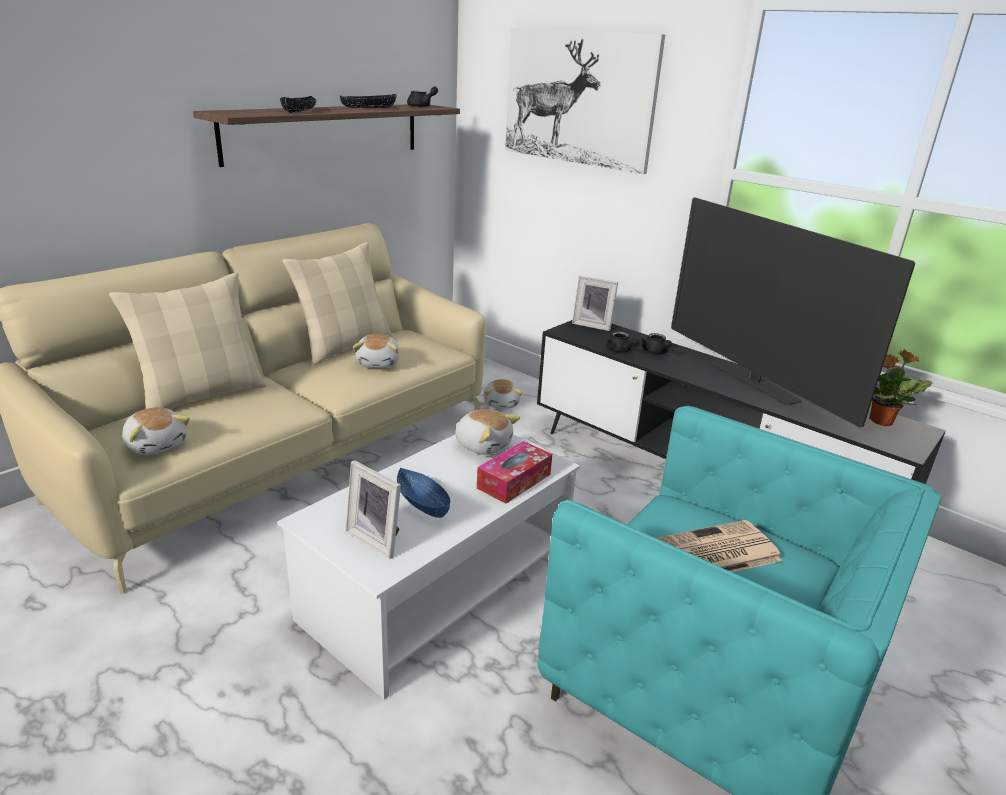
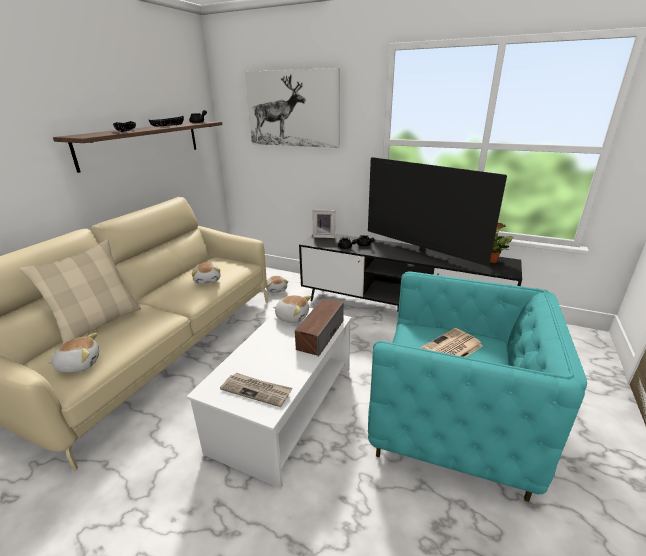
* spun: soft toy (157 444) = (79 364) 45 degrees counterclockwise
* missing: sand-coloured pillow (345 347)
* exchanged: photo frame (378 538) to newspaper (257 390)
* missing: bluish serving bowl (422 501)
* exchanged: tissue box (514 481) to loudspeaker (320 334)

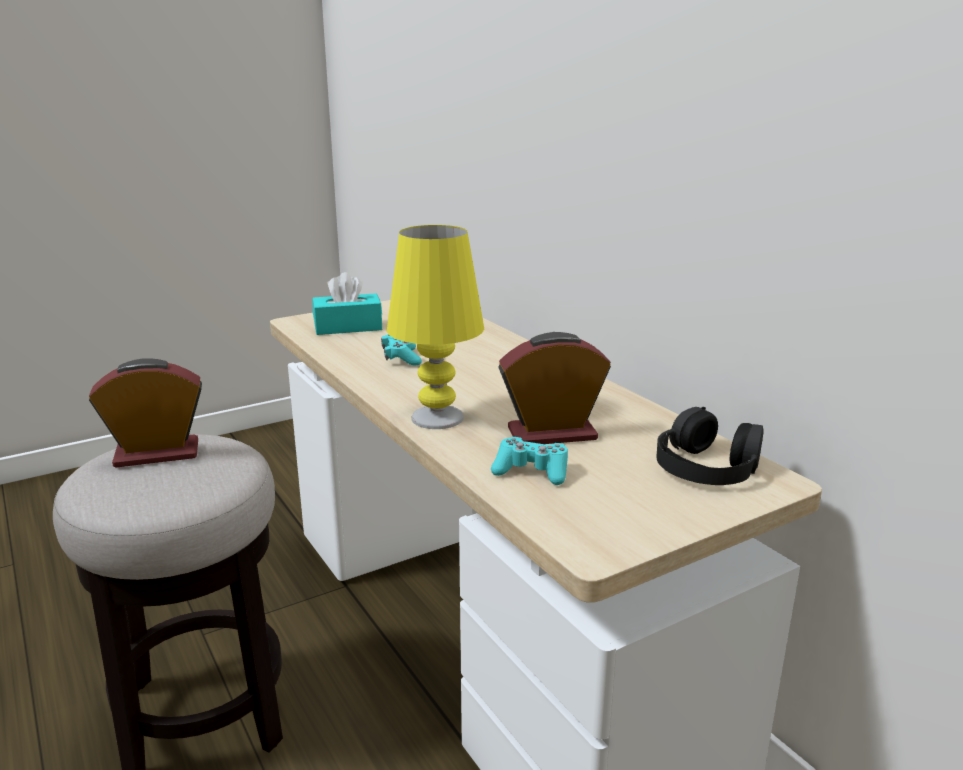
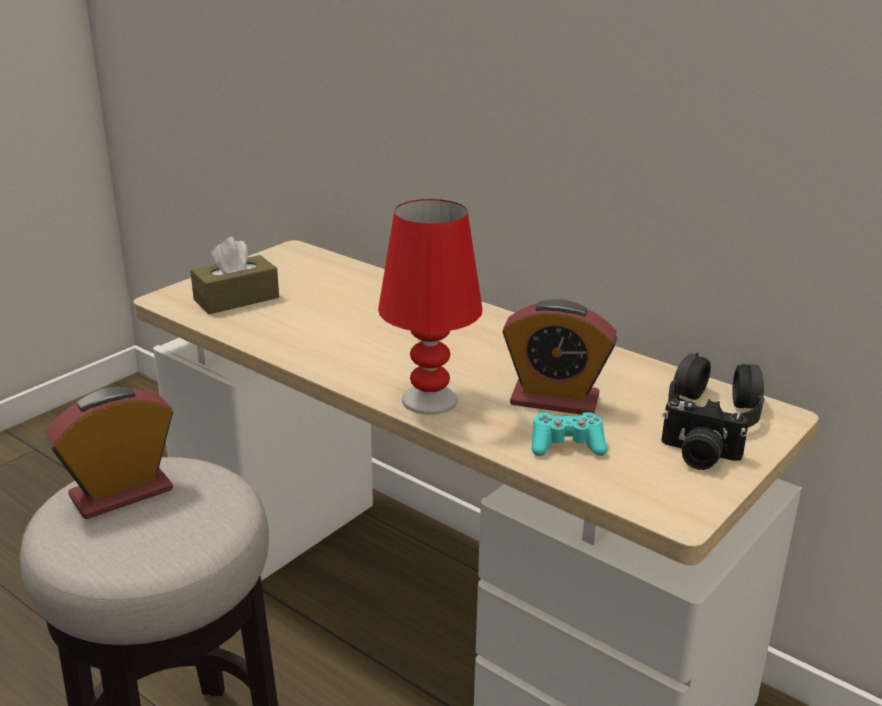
* colour: turquoise tissue box (348 327) to brownish tissue box (236 299)
* missing: turquoise gamepad (401 358)
* colour: yellow lamp for a table (437 418) to red lamp for a table (430 400)
* spun: bedside clock (552 434) = (554 400) 135 degrees counterclockwise
* appeared: photo camera (698 456)

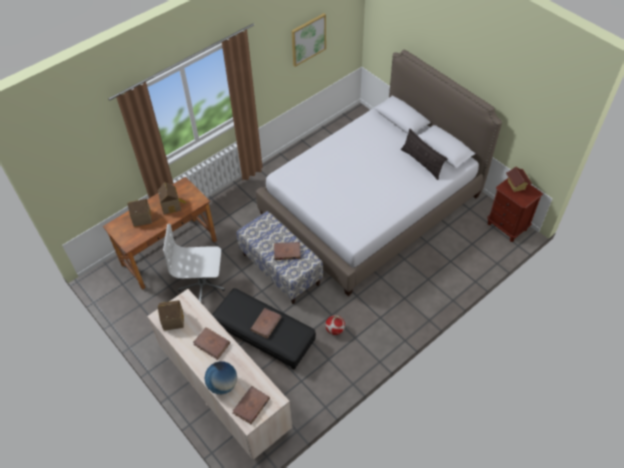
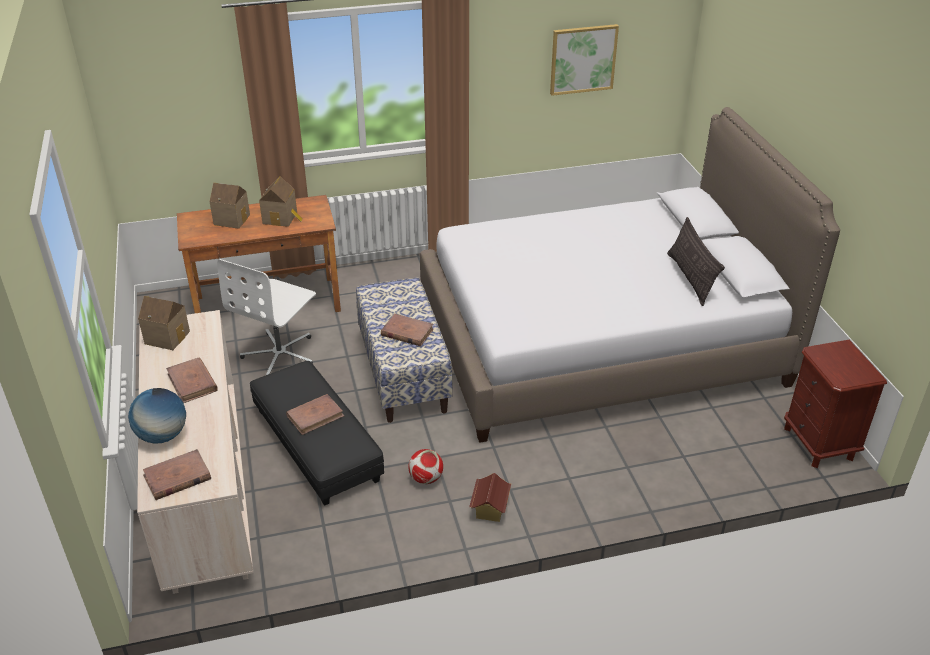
* spun: whitish office chair (202 285) = (280 354) 90 degrees counterclockwise
* relocated: toy house (516 185) to (490 509)

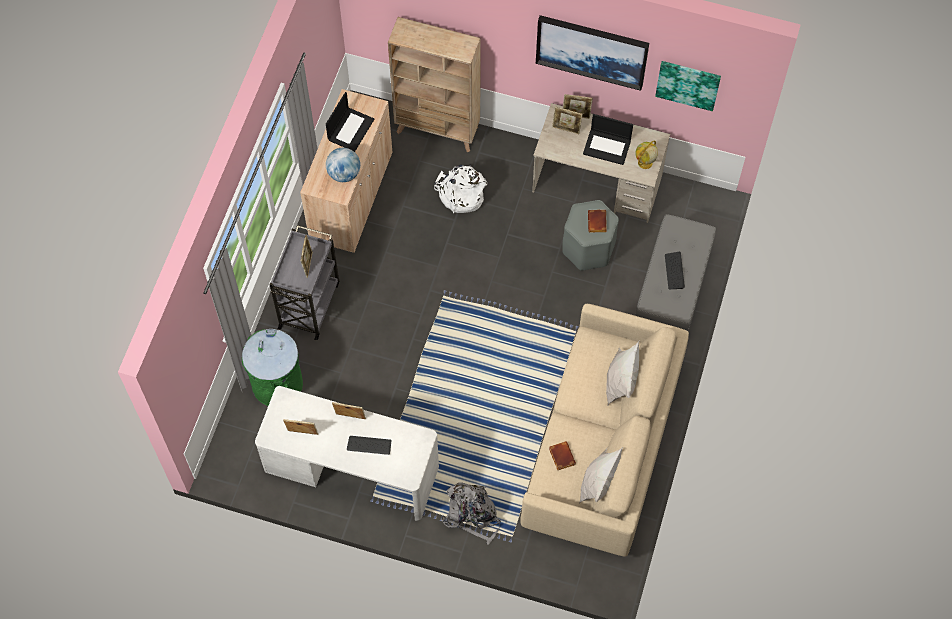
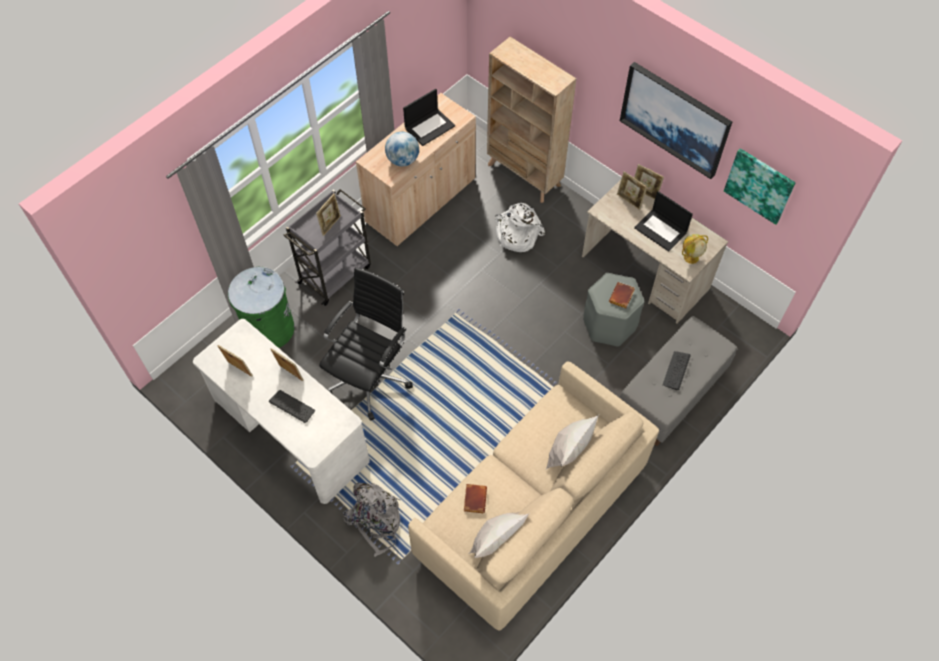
* appeared: black office chair (370 377)

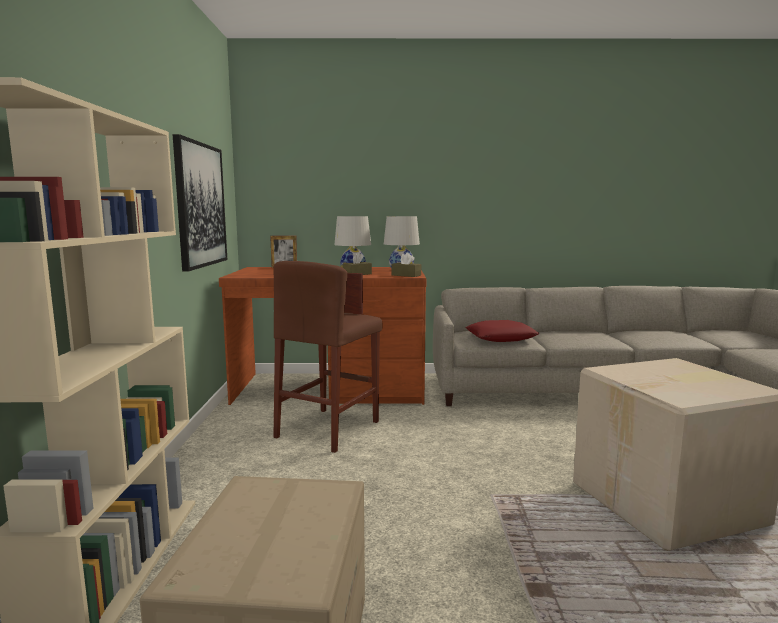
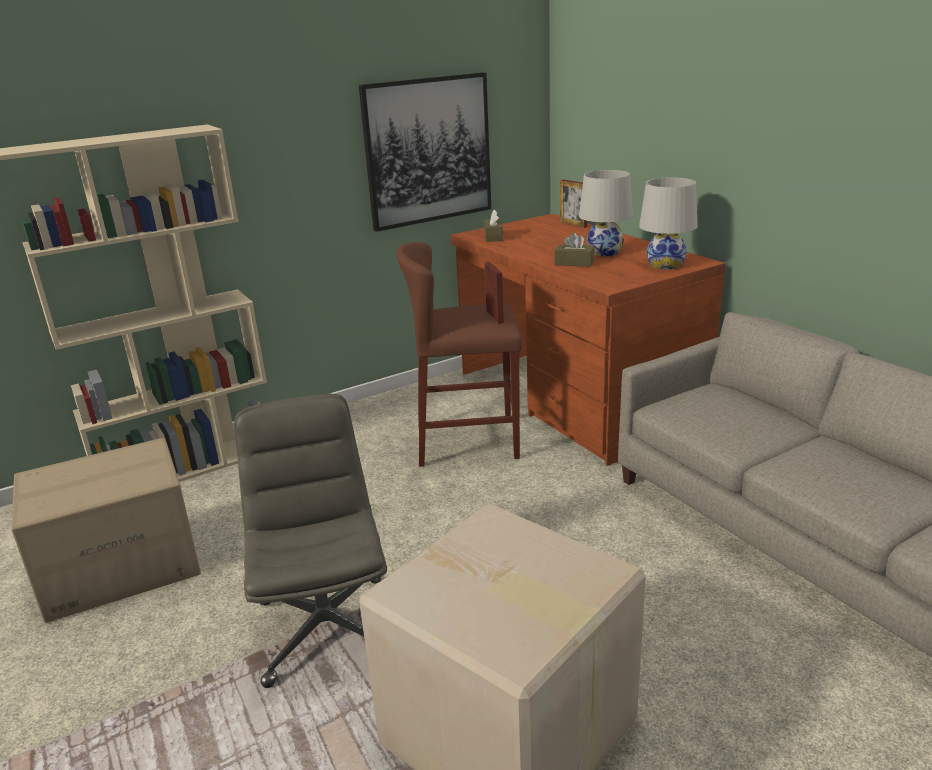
* relocated: brownish tissue box (406 275) to (494 237)
* missing: red pillow (501 337)
* appeared: gray office chair (325 628)

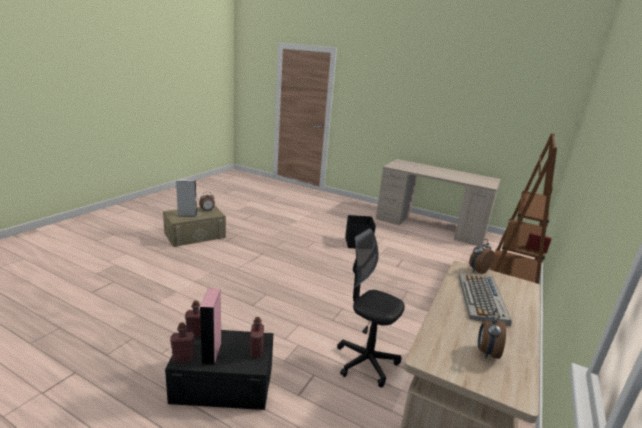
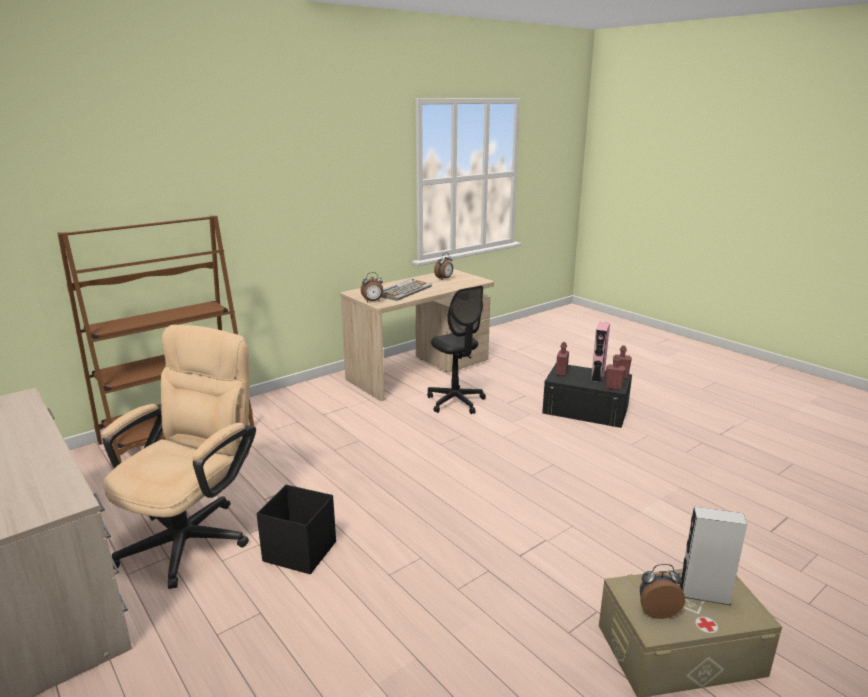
* appeared: sand-coloured office chair (194 534)

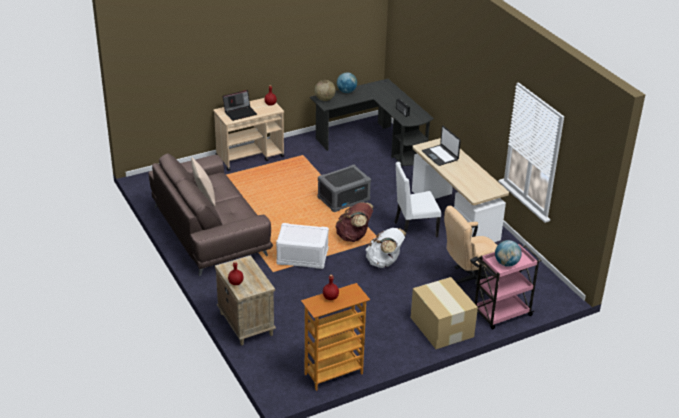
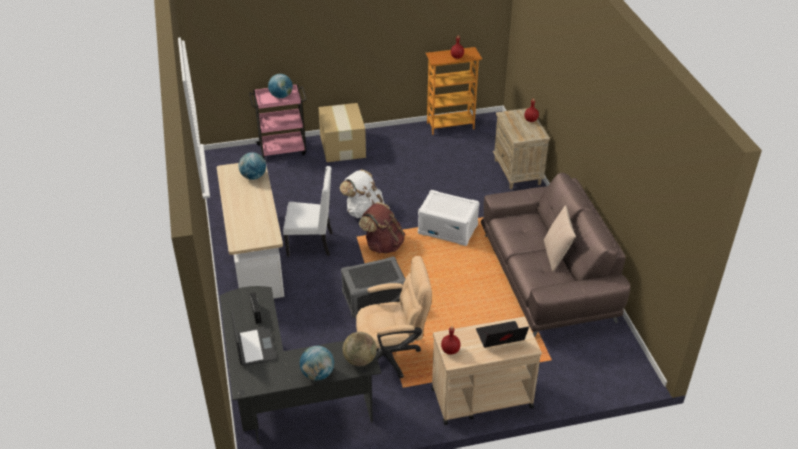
* relocated: laptop (440 155) to (254 347)
* relocated: sand-coloured office chair (470 282) to (392 354)
* appeared: world globe (253 176)

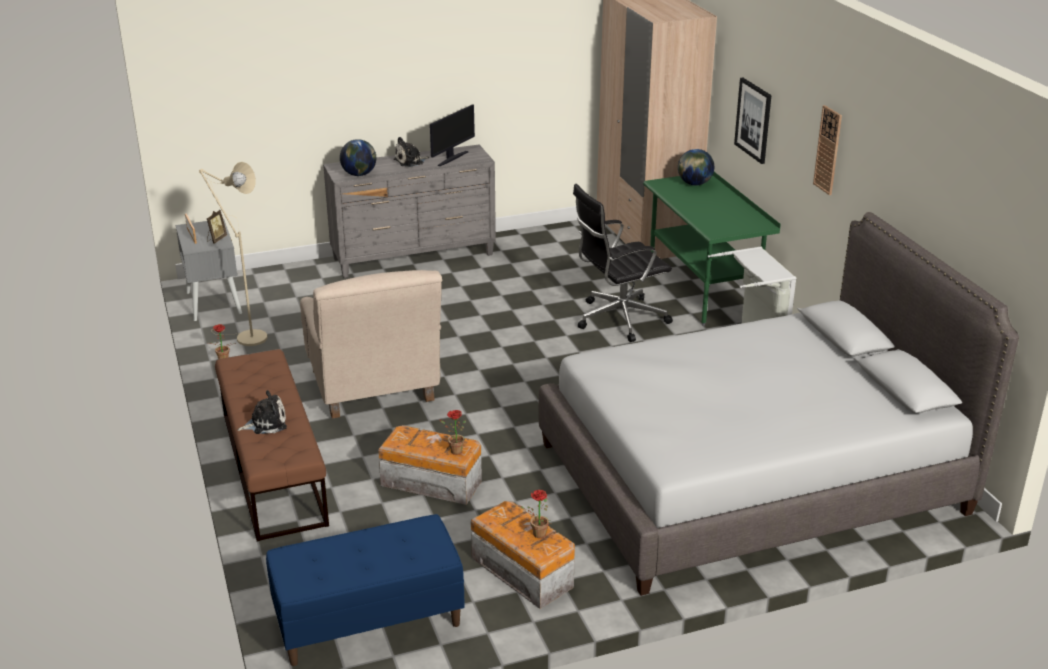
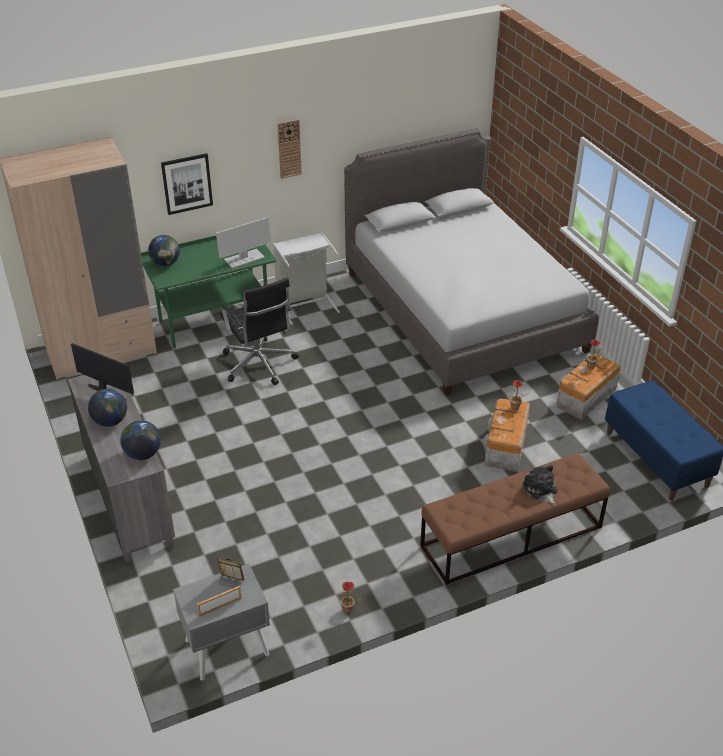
* missing: sand-coloured standing lamp (246 337)
* missing: sand-coloured easy chair (374 390)
* exchanged: soft toy (410 161) to world globe (110 421)
* appeared: computer screen (244 259)

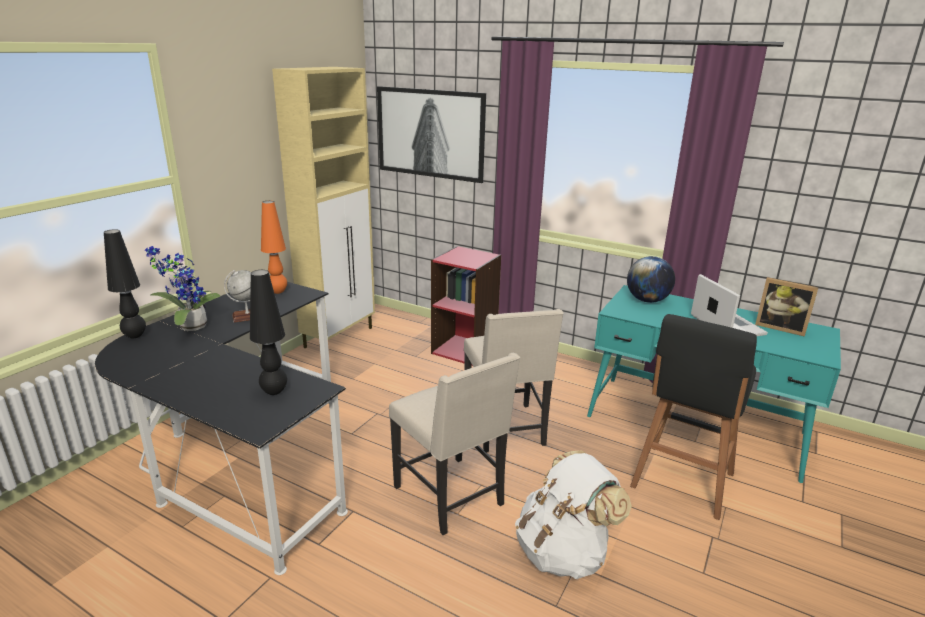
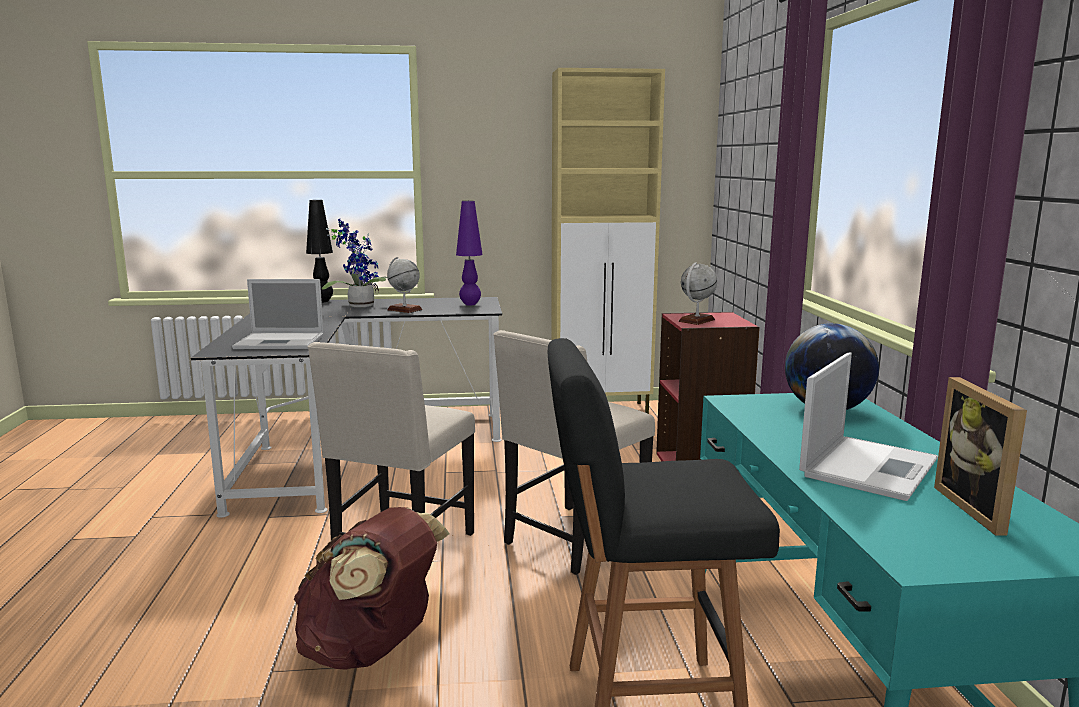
* exchanged: black lamp for a table (274 391) to laptop (281 342)
* colour: orange lamp for a table (278 292) to purple lamp for a table (470 304)
* missing: picture (431 133)
* colour: whitish backpack (563 552) to brownish backpack (371 650)
* appeared: world globe (696 320)

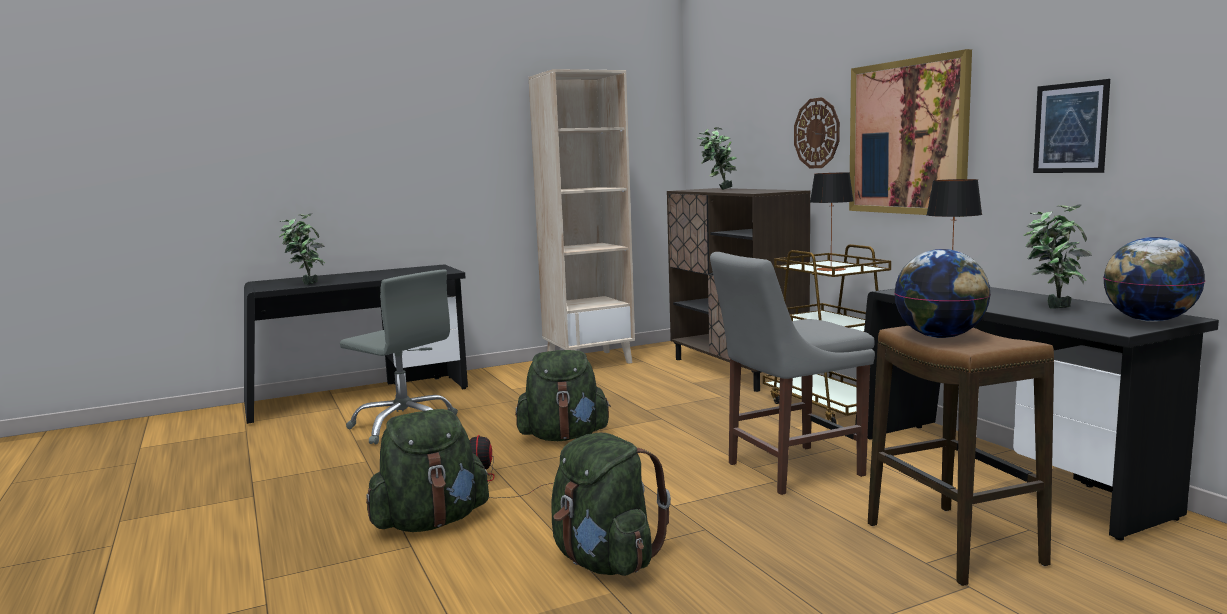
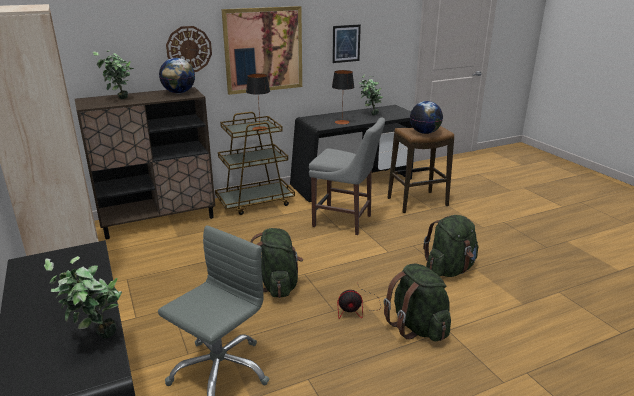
* spun: gray plain chair (788 470) = (345 221) 45 degrees counterclockwise
* relocated: world globe (1148 320) to (179 93)

